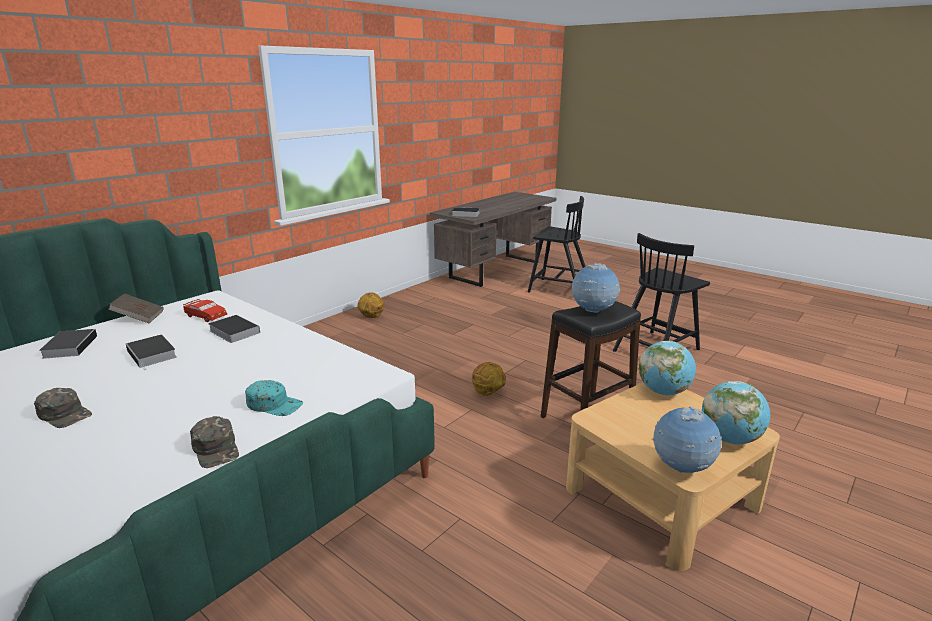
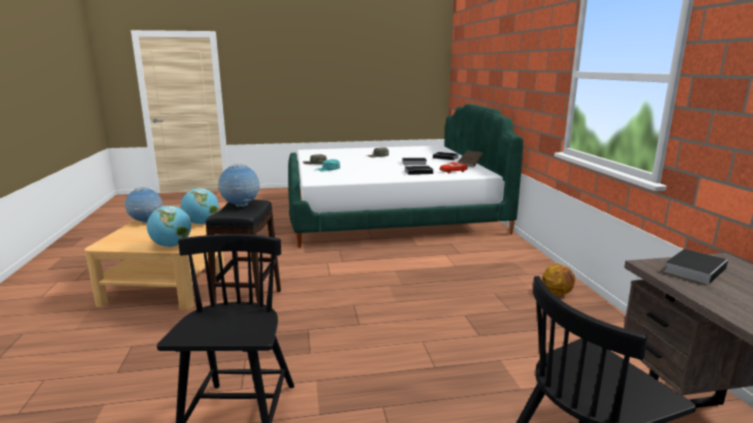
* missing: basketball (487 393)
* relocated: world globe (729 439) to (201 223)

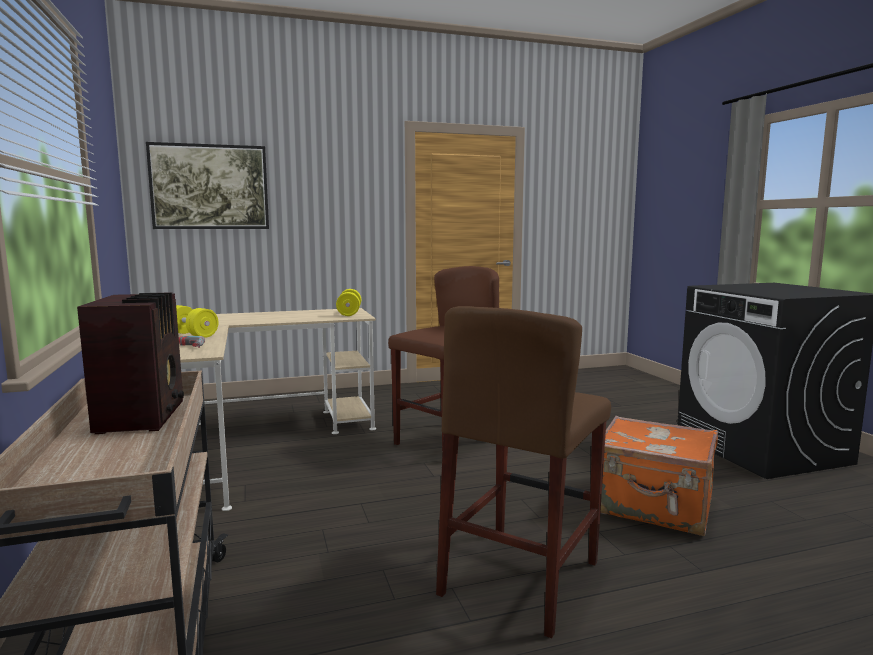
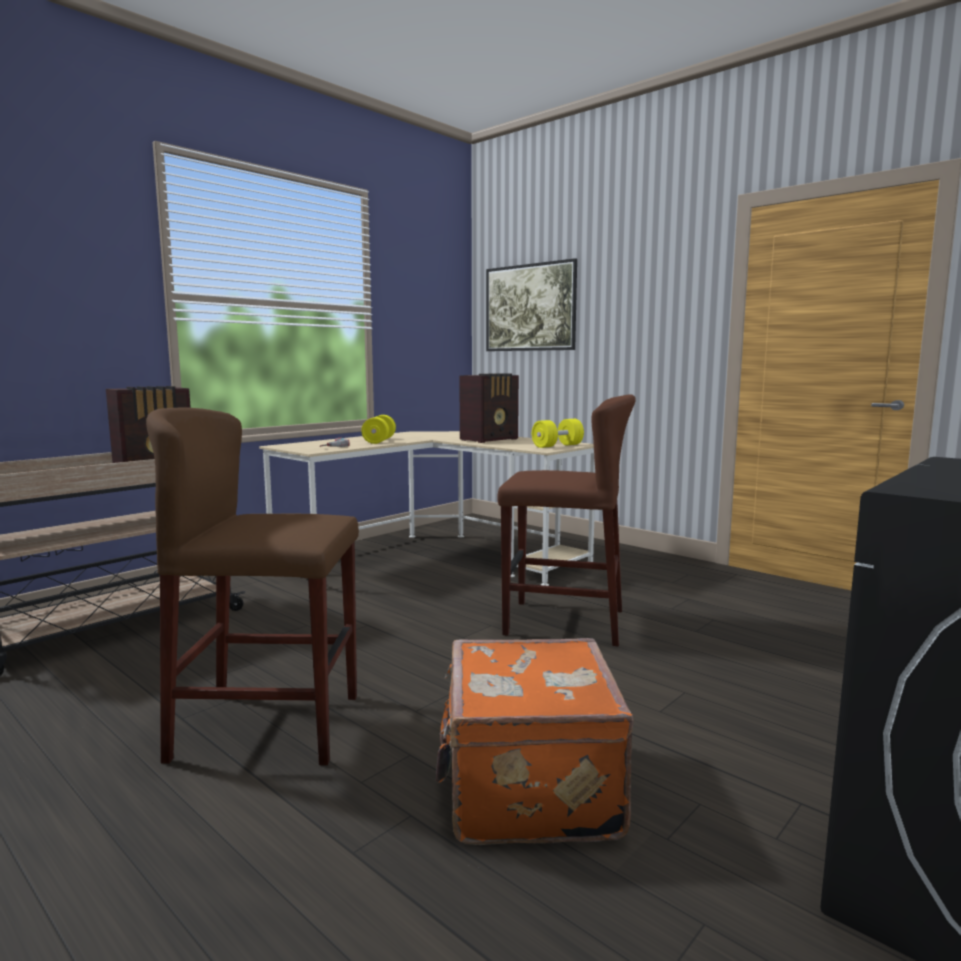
* appeared: radio receiver (490 439)

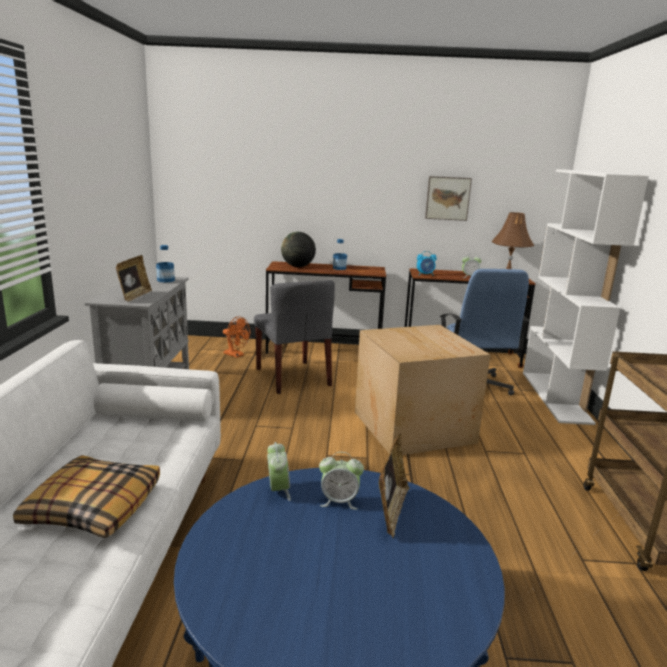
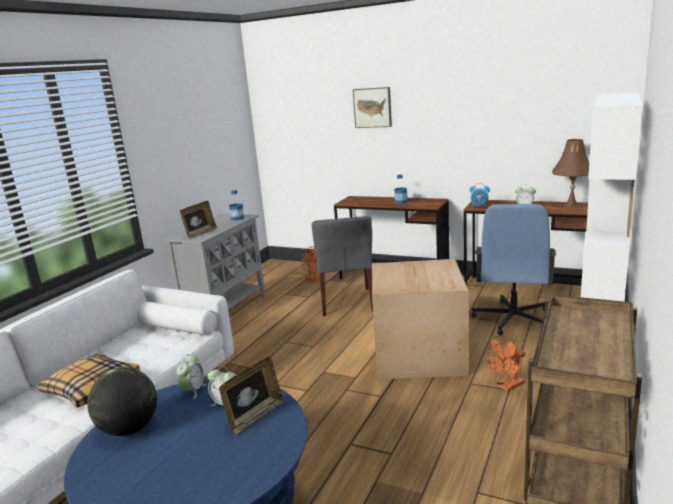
* relocated: world globe (298 266) to (129 429)
* relocated: picture (447 198) to (373 107)
* appeared: orange fan (507 386)

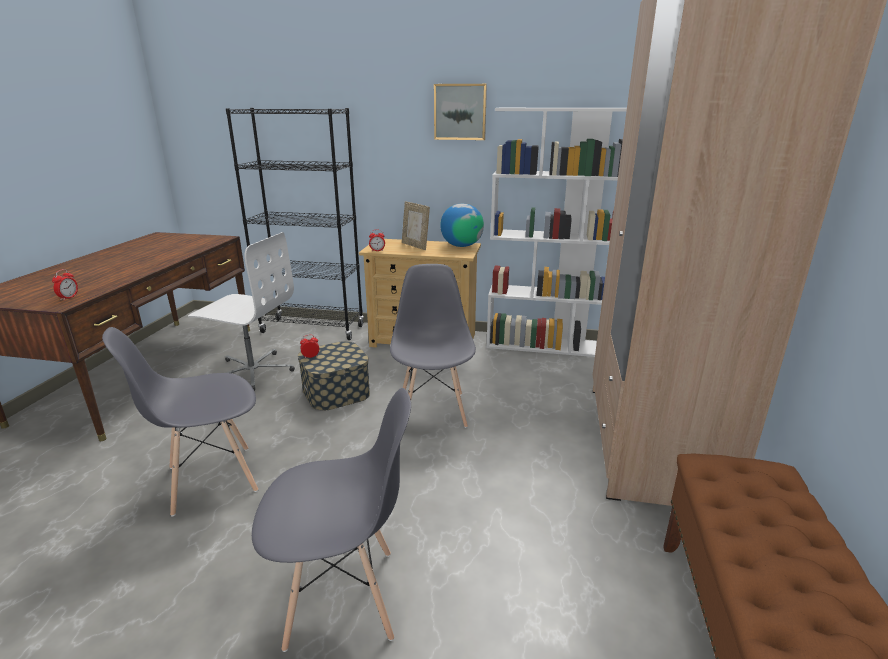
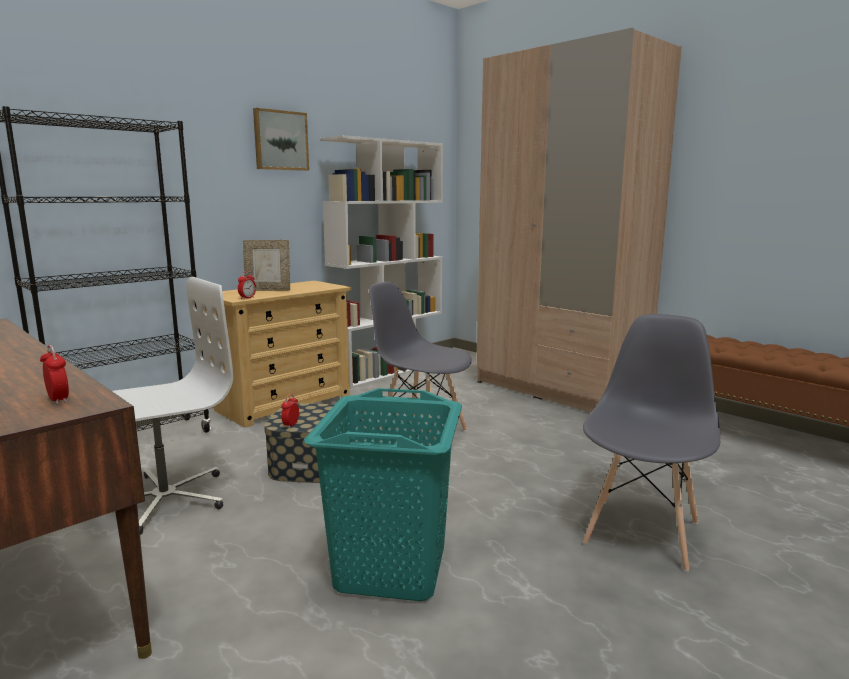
* exchanged: gray plain chair (211 479) to turquoise washing basket (389 569)
* missing: world globe (461 246)

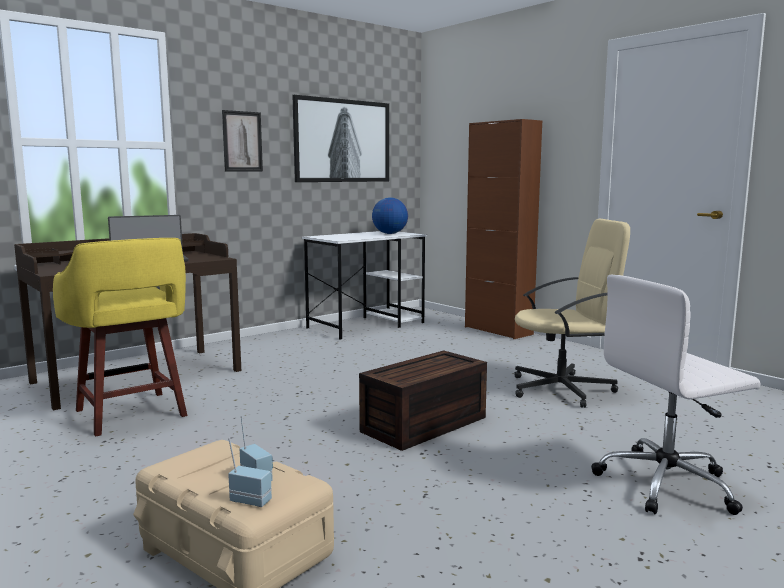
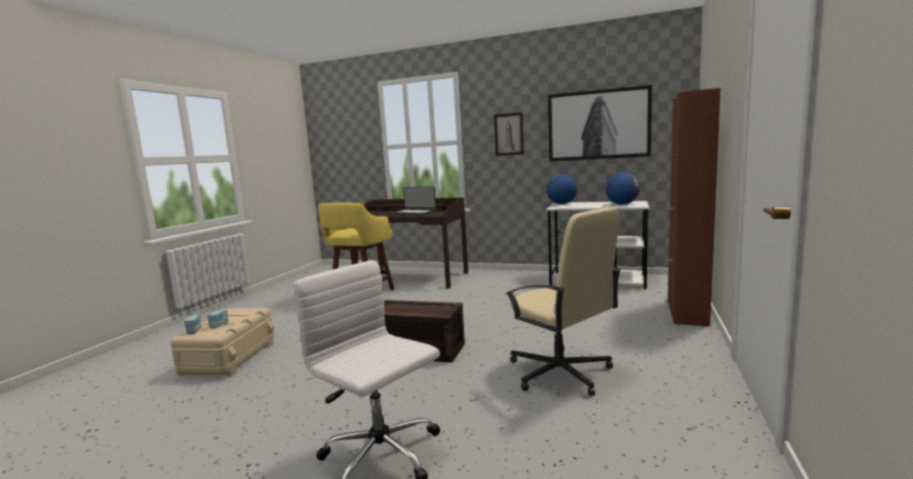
* appeared: world globe (561 204)

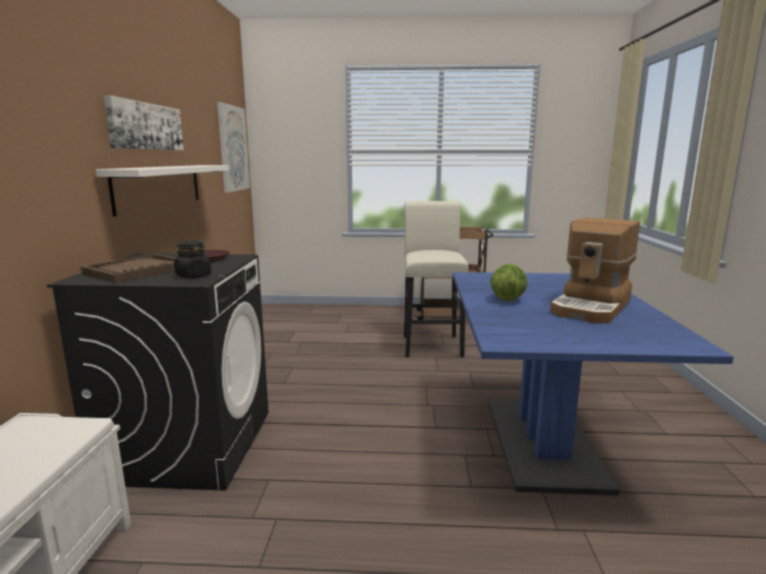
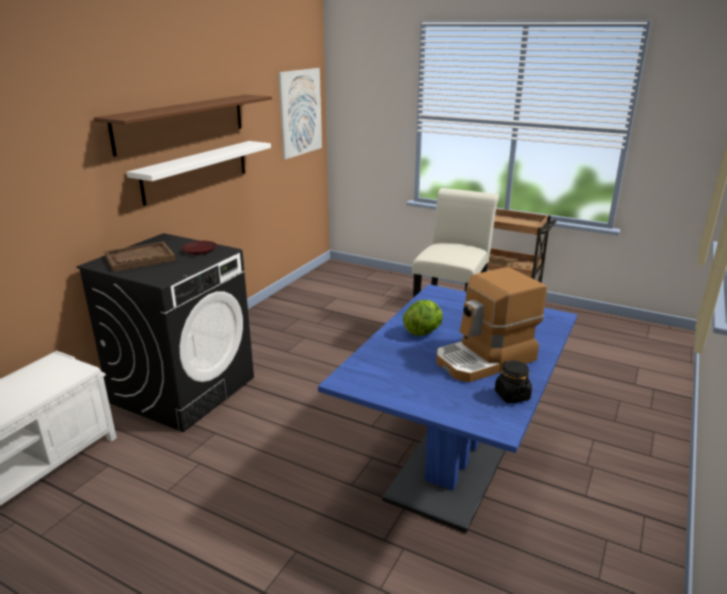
* exchanged: picture (146 126) to brownish shelf (182 122)
* relocated: black storage jar (193 276) to (512 395)

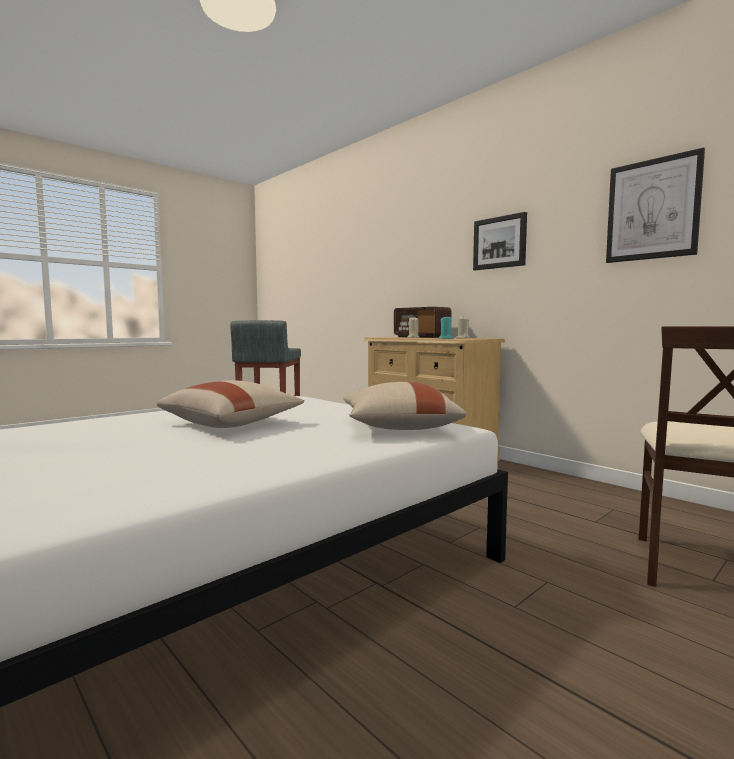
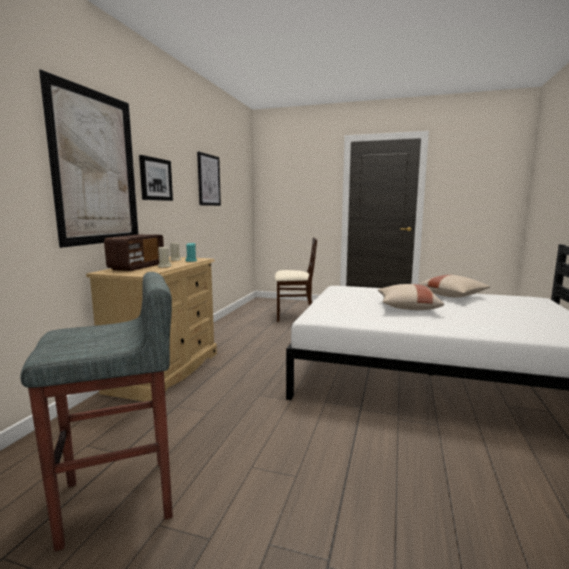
* relocated: sand-coloured pillow (398 427) to (452 296)
* appeared: picture (96 168)

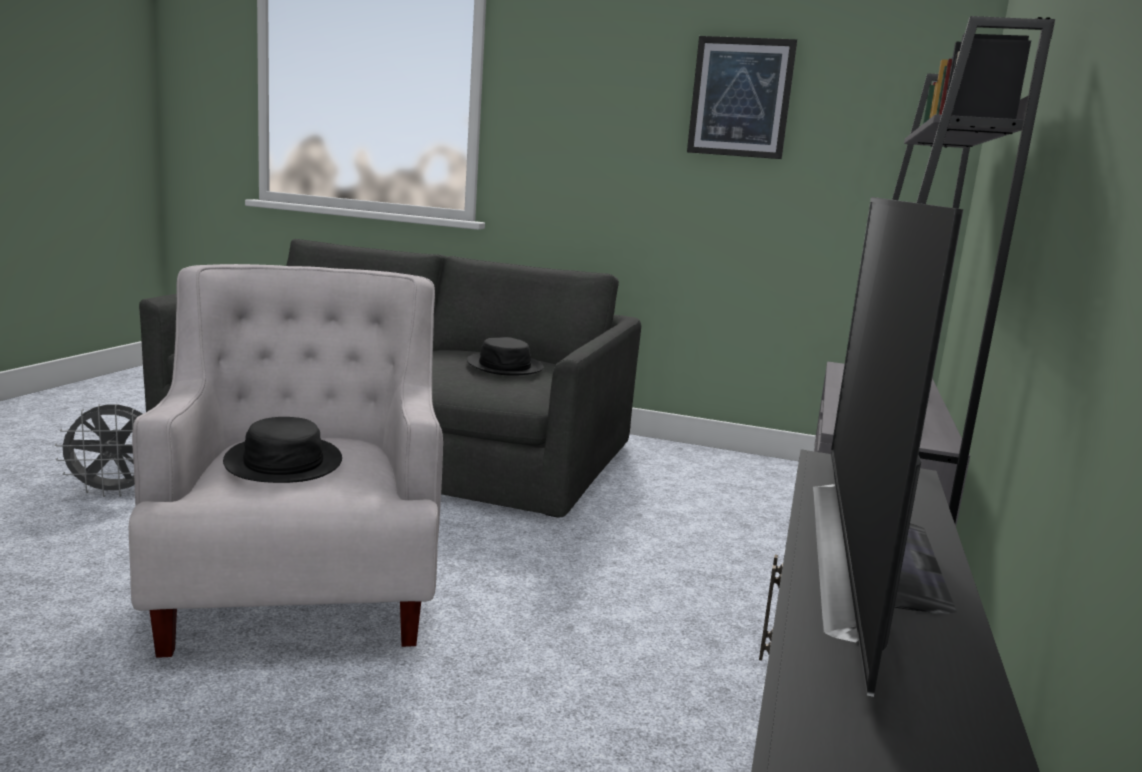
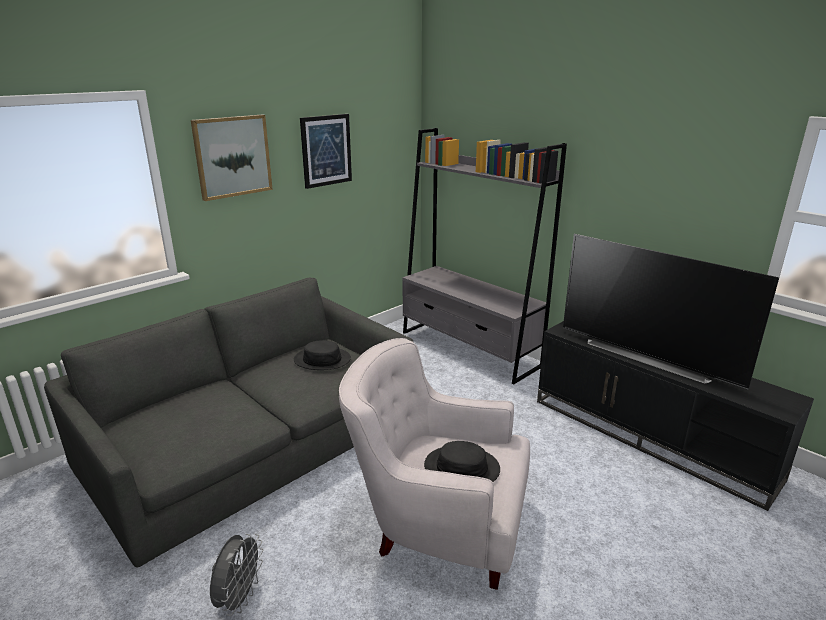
* appeared: picture (232 156)

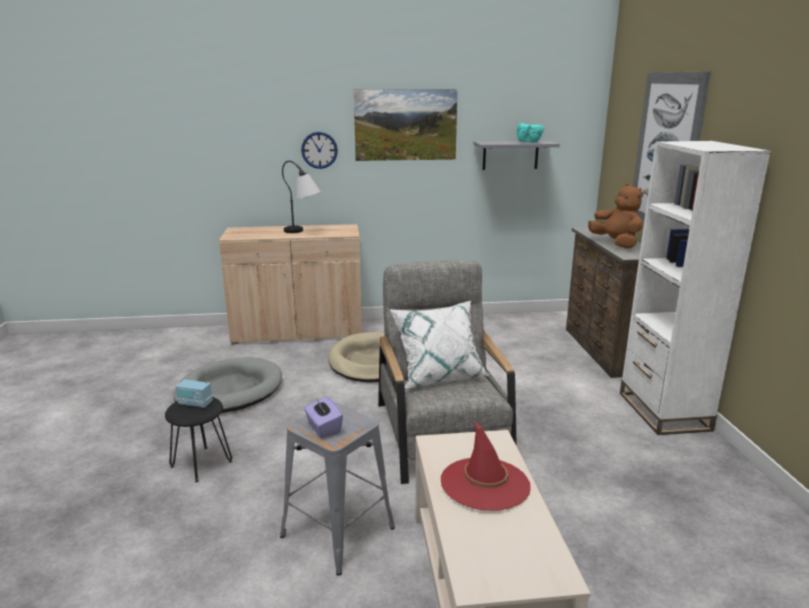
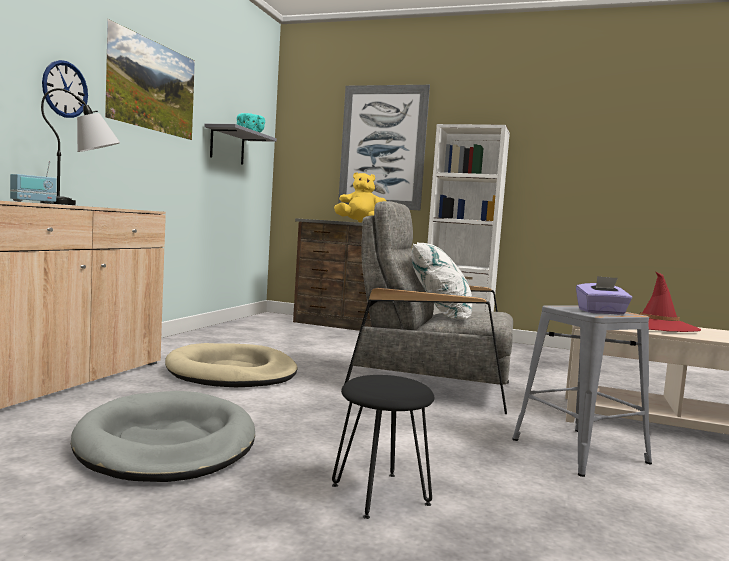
* relocated: radio receiver (195 404) to (33 202)
* colour: brownish soft toy (616 243) to yellow soft toy (360 222)

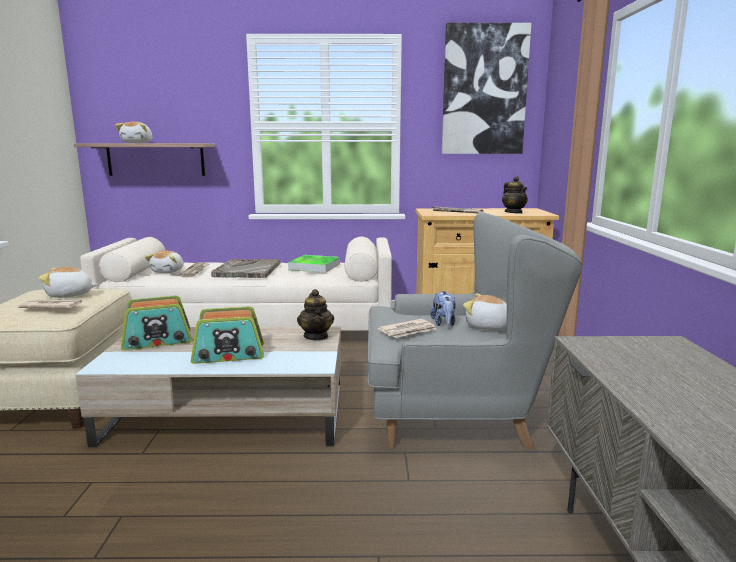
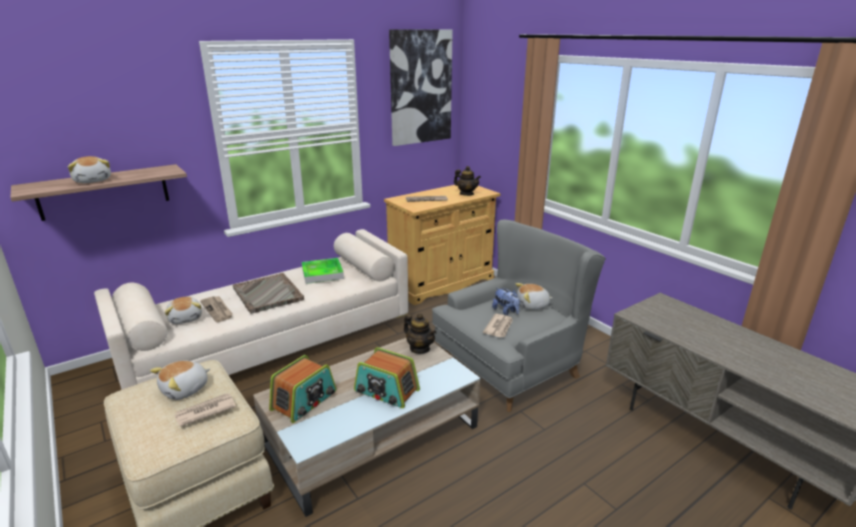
* spun: radio receiver (229 354) = (386 391) 75 degrees clockwise

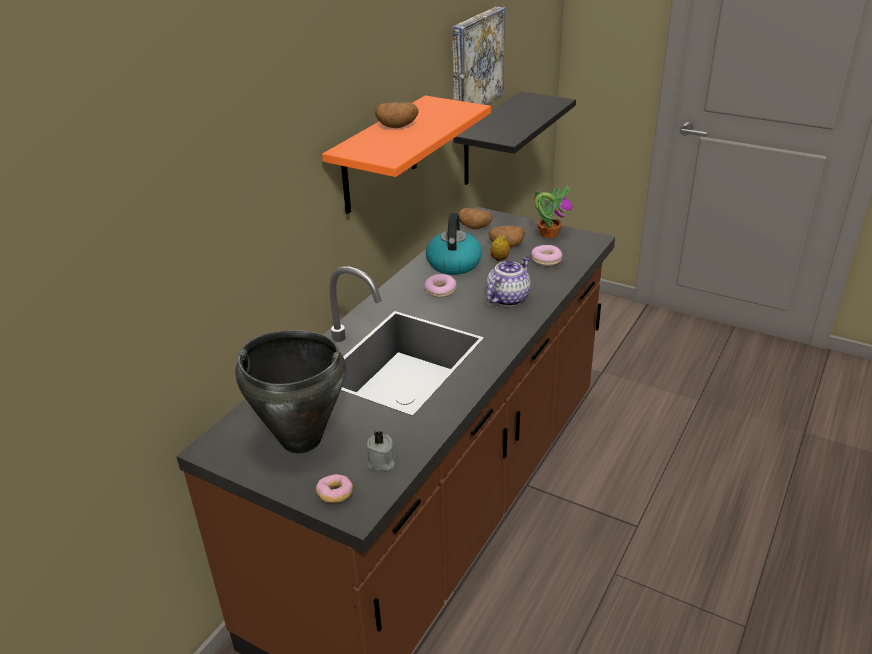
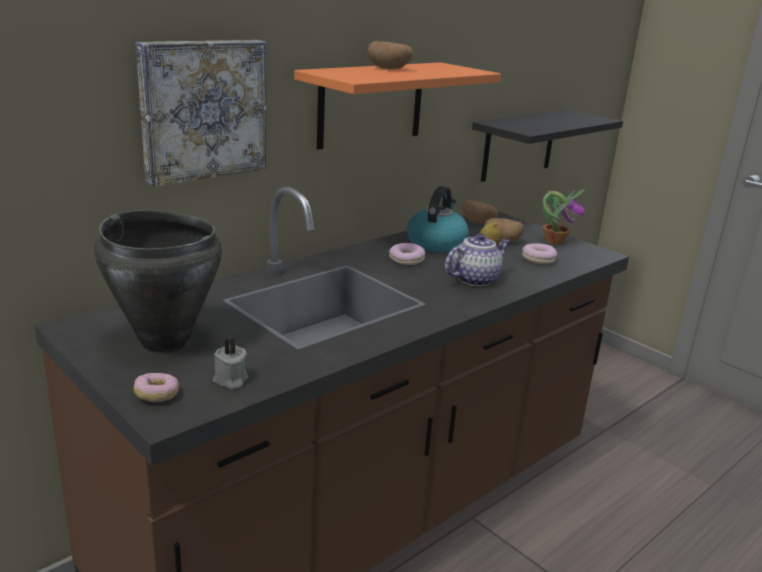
* relocated: picture (474 62) to (202 109)

